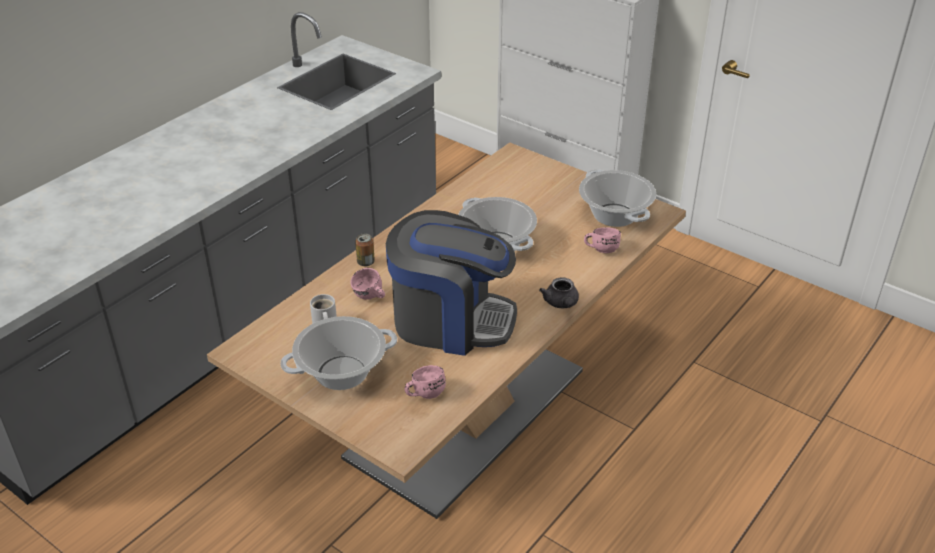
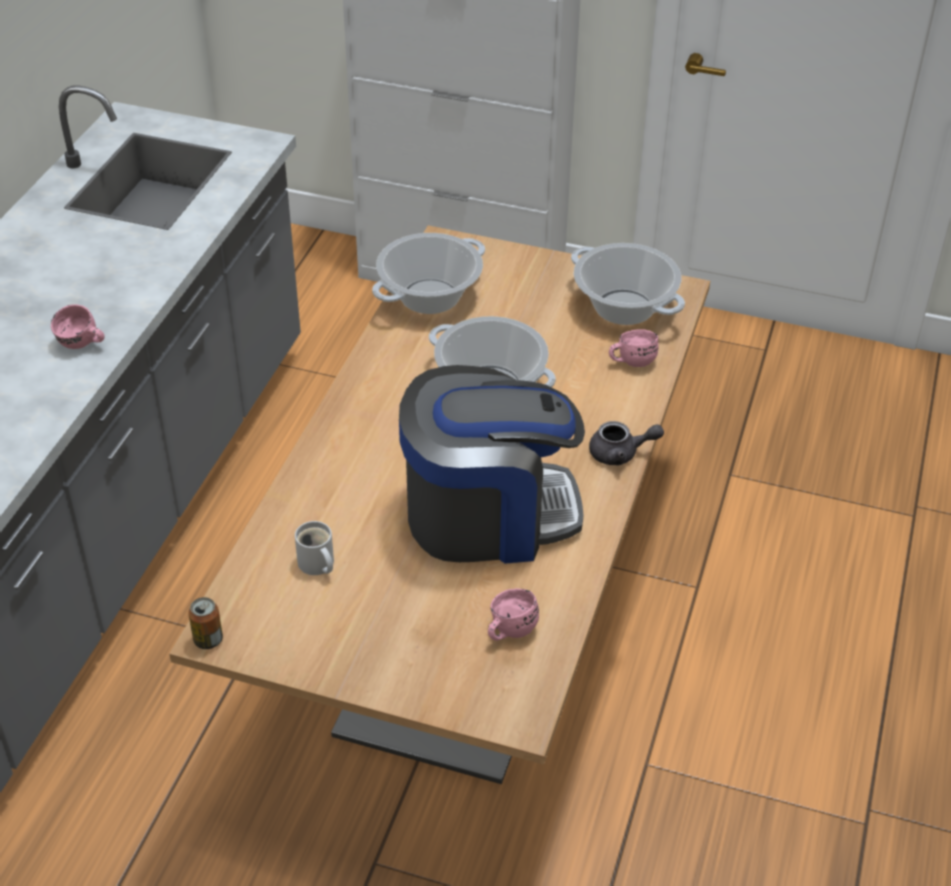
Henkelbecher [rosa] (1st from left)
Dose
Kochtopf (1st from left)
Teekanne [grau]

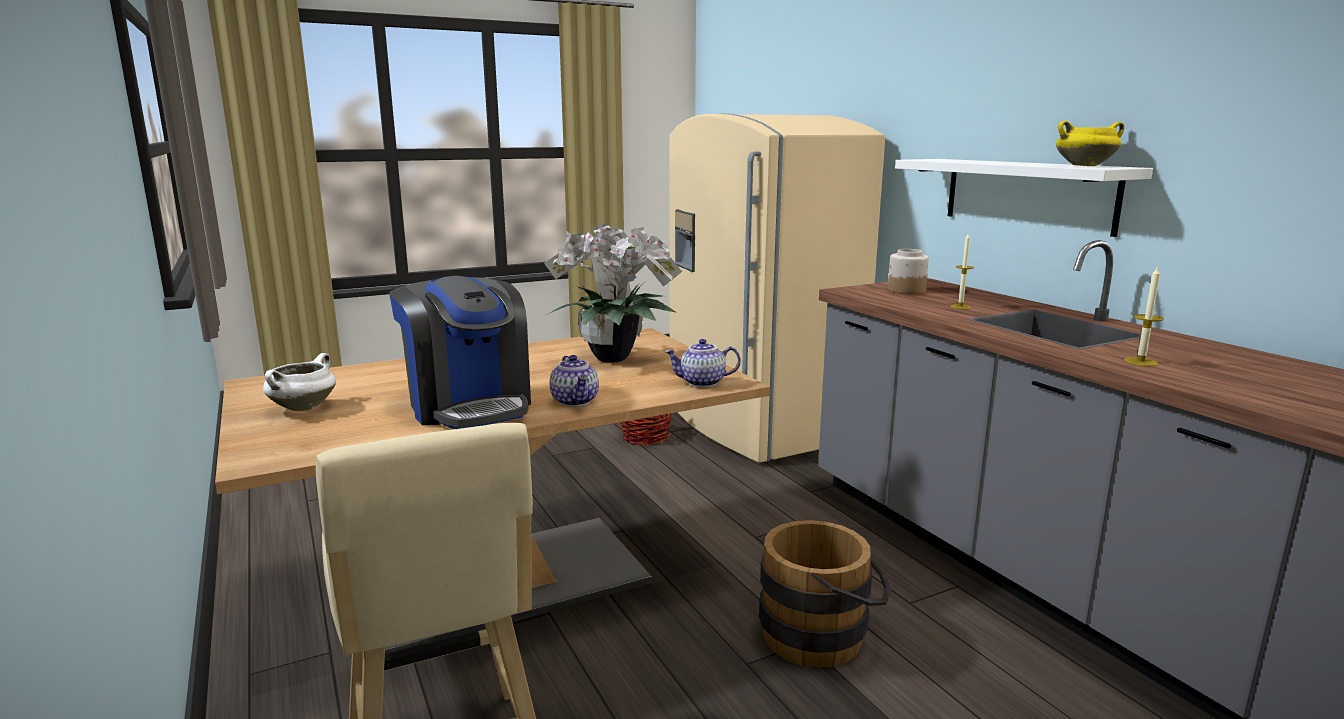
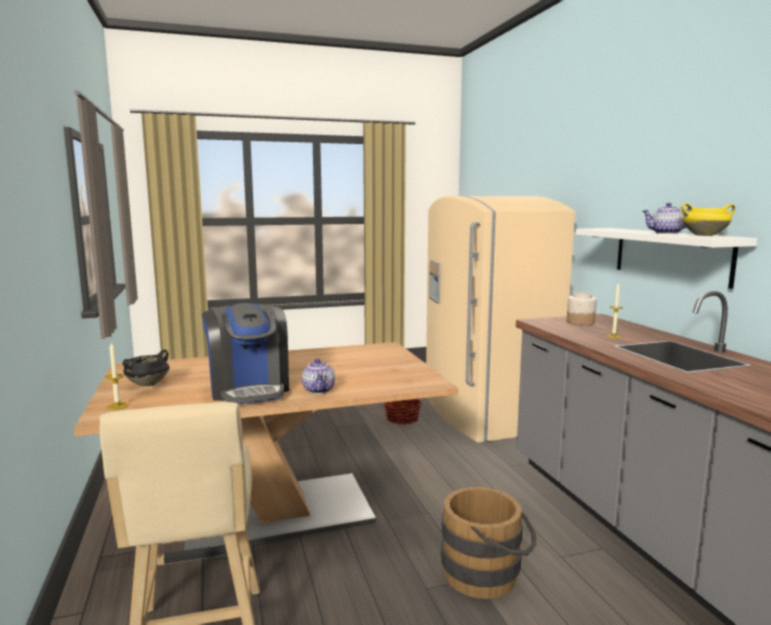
Kerze (1st from left)
Kochtopf [schwarz]
Teekanne (2nd from left)
Topfpflanze

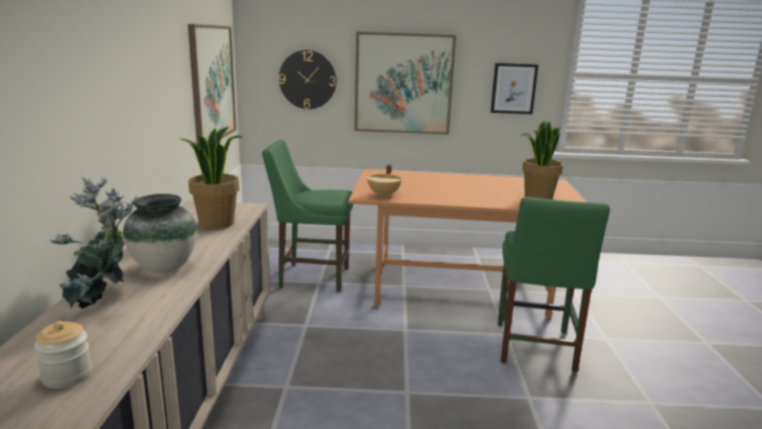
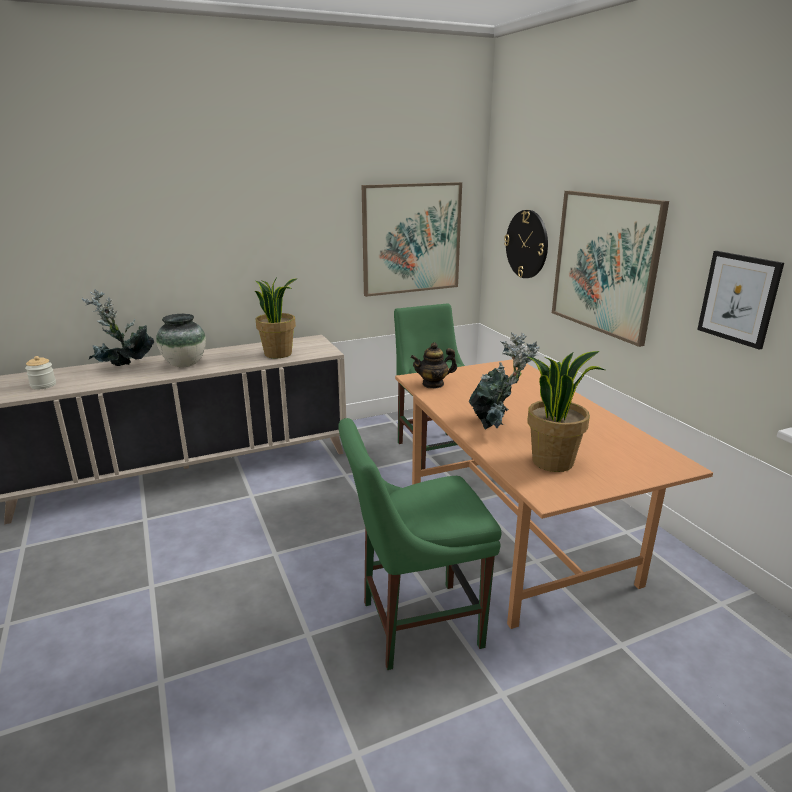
Teekanne
Topfpflanze (3rd from left)

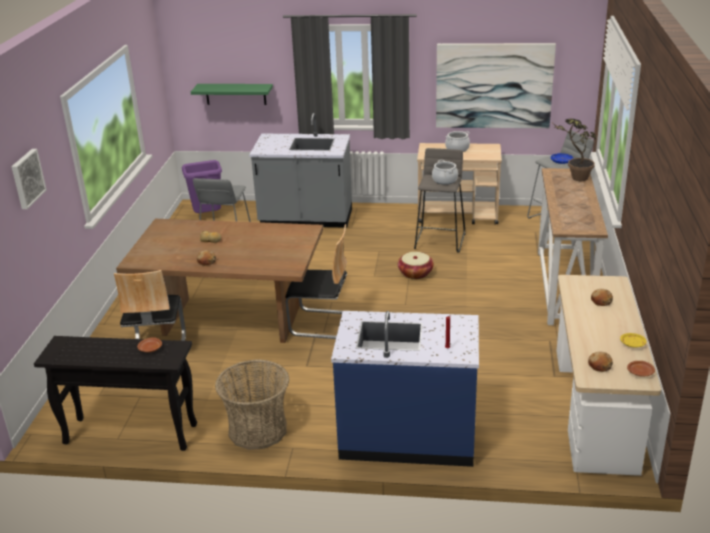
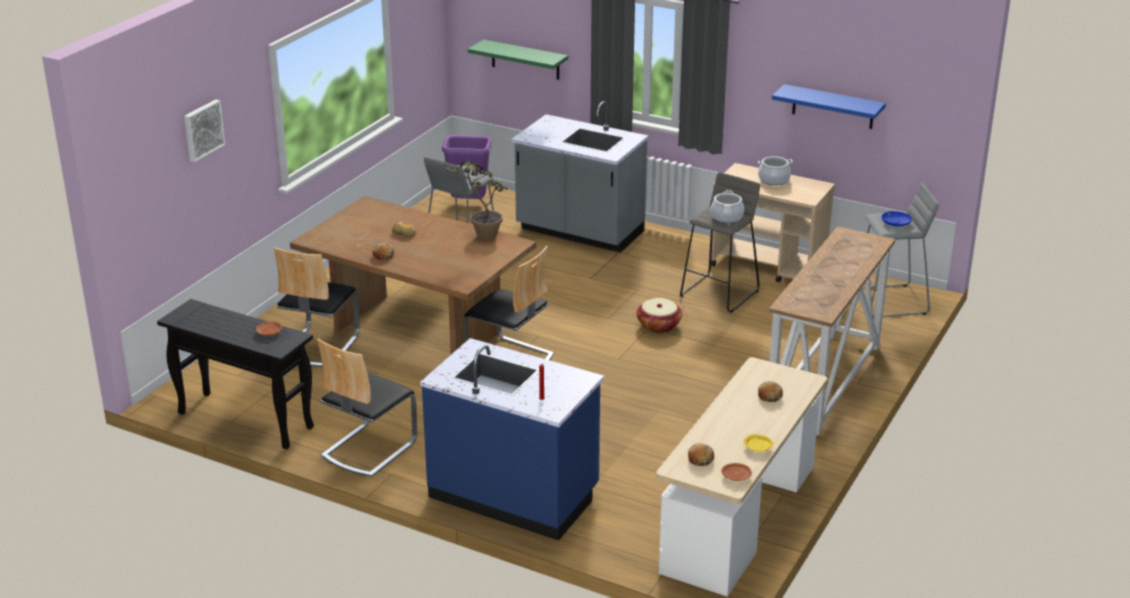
Stuhl (2nd from left)
Topfpflanze
Wandregal [blau]

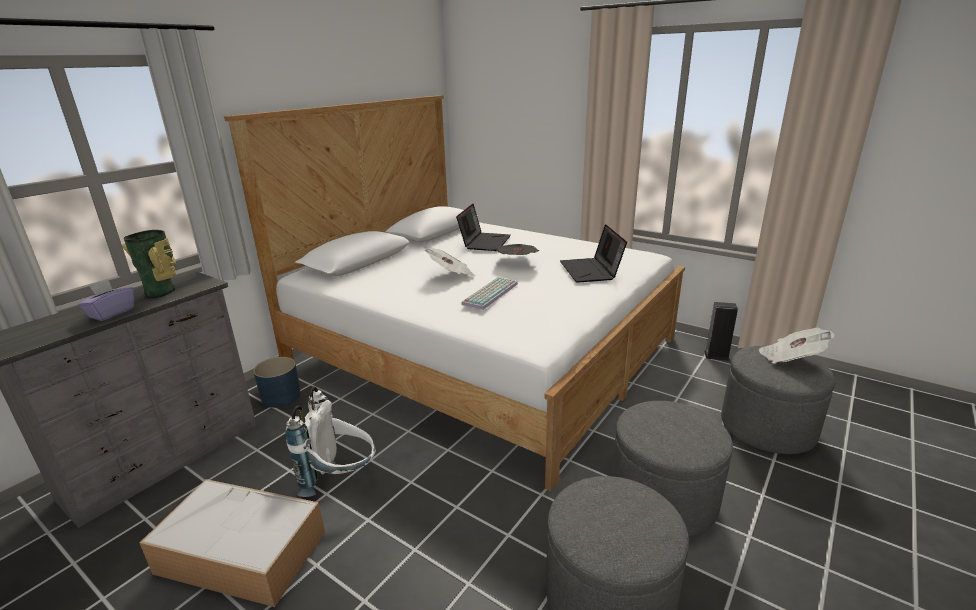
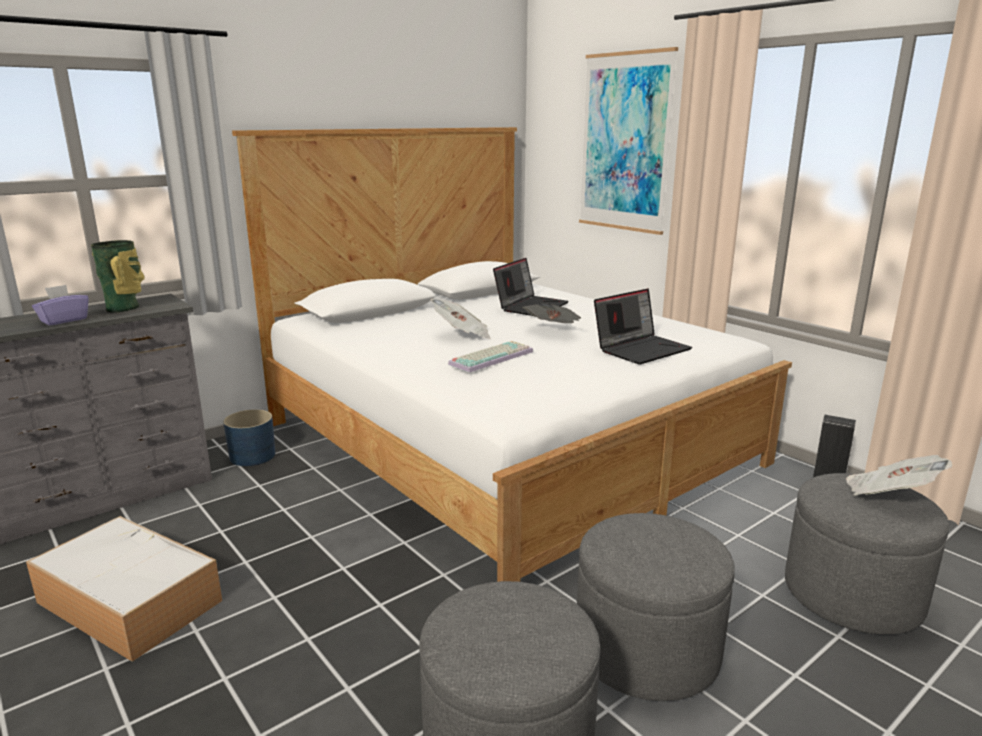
Bild
Laptop (2nd from left)
Rucksack [weiß]

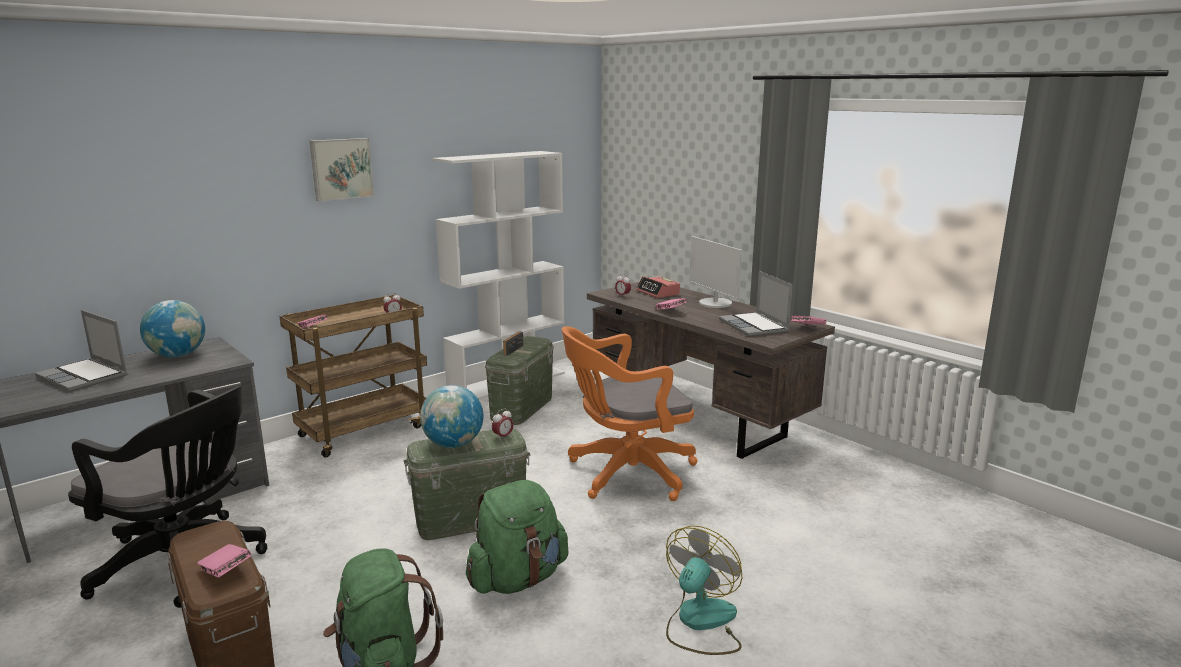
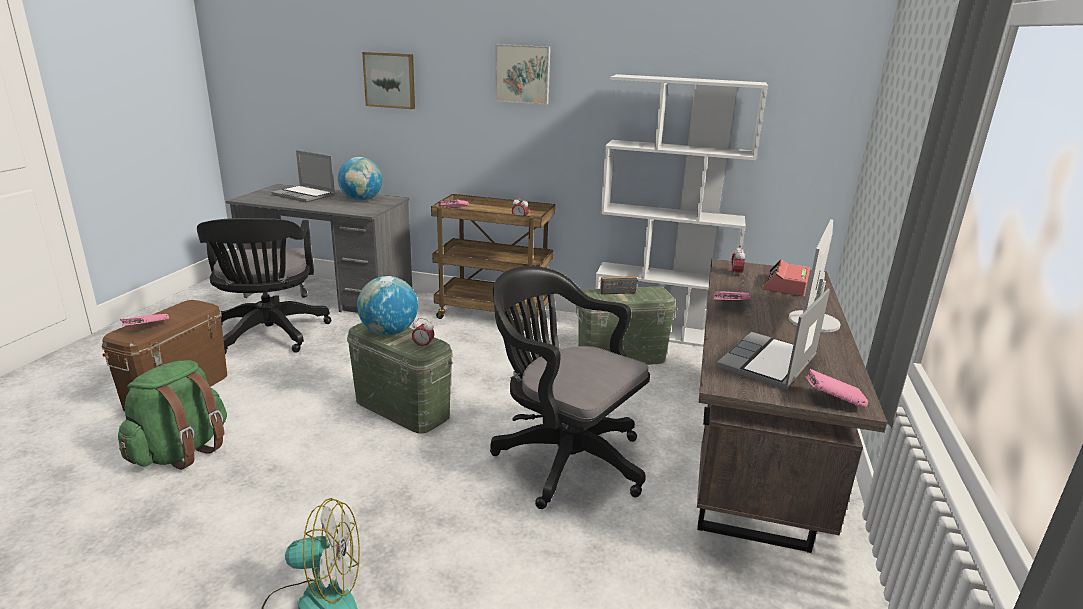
Laptop (1st from left)
Bild (1st from left)
Bürostuhl [schwarz] (2nd from left)
Rucksack [grün] (2nd from left in the first image)

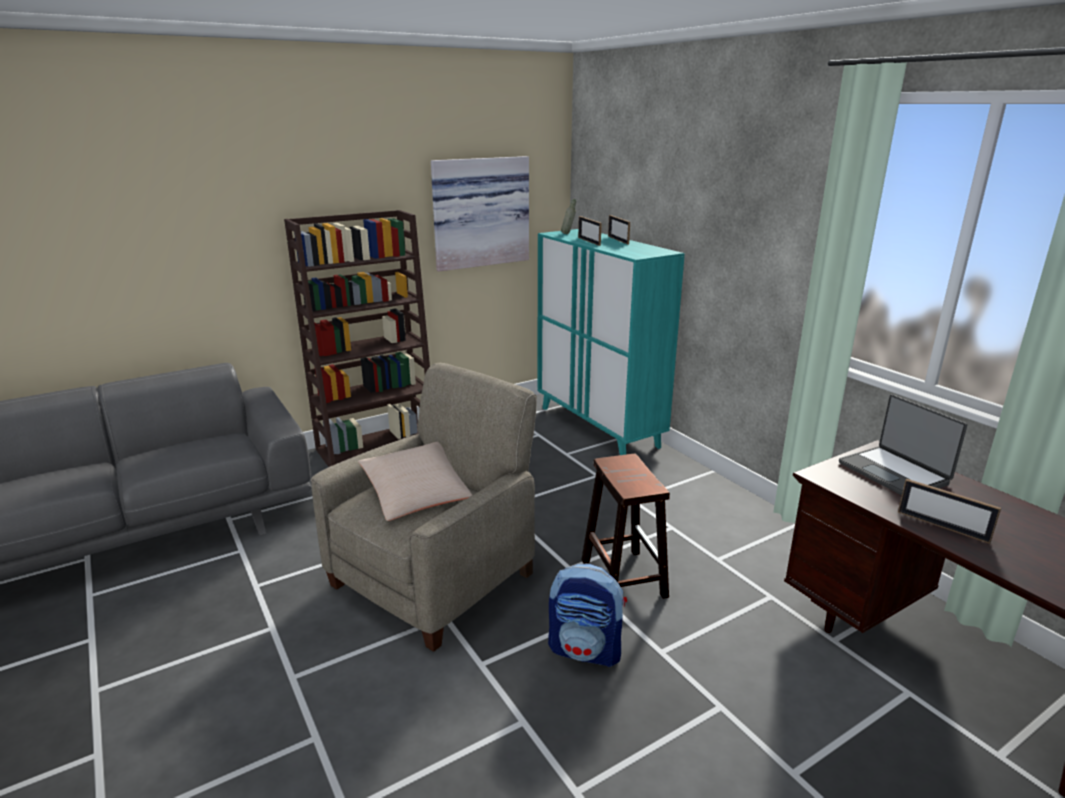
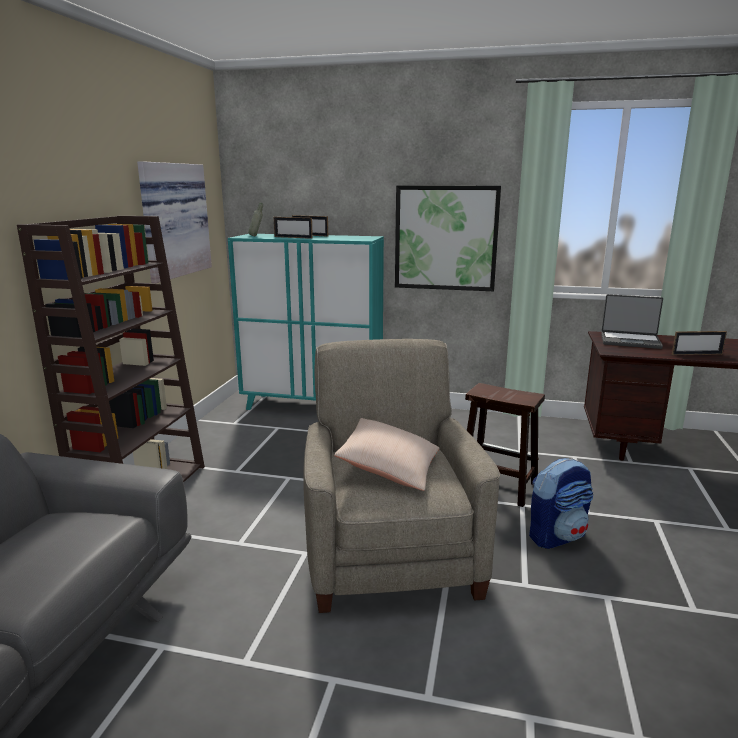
Bild (2nd from left)

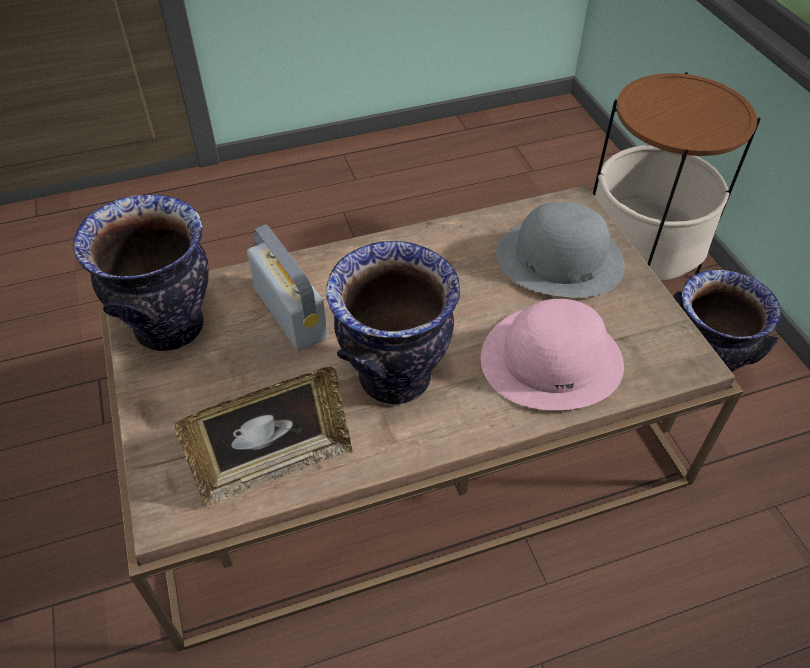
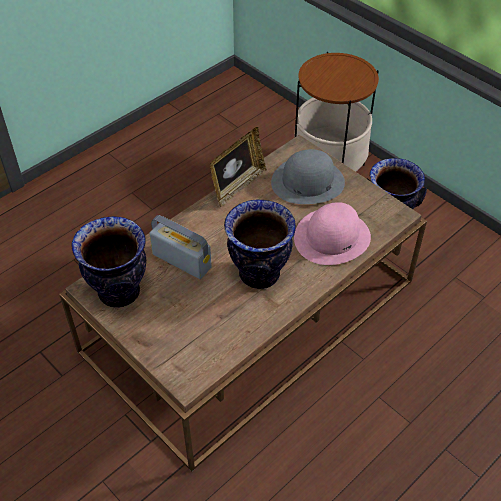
Bilderrahmen

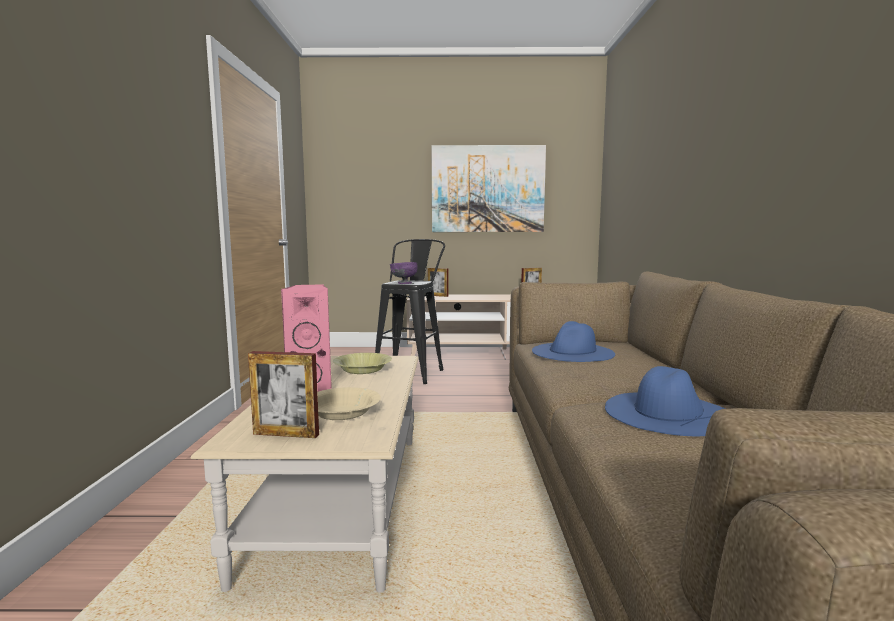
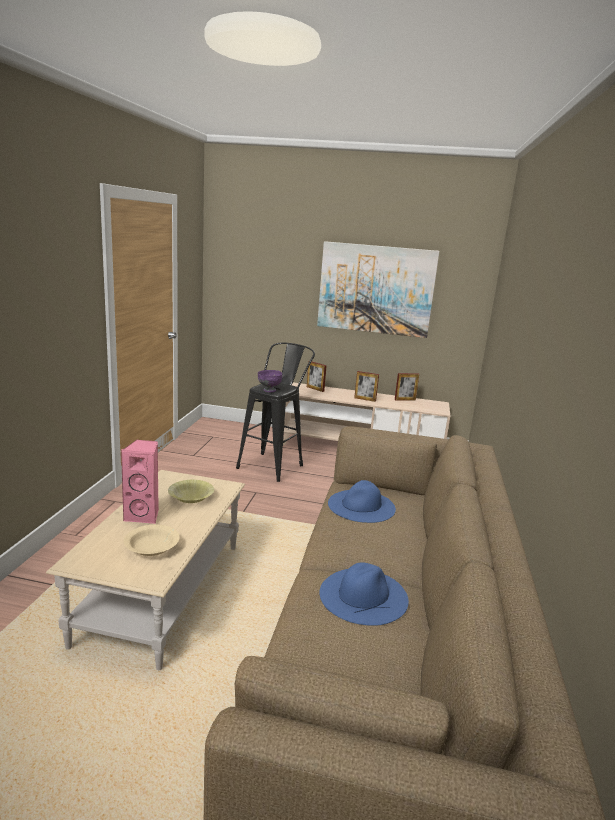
Bilderrahmen (2nd from left)

